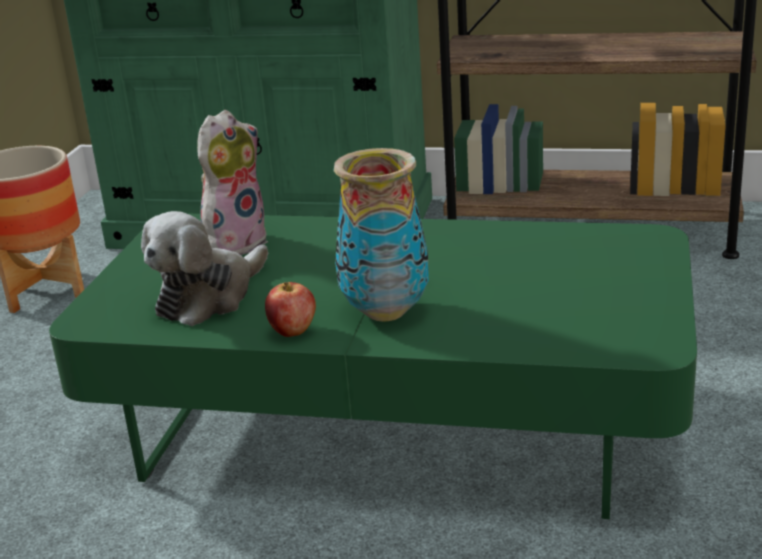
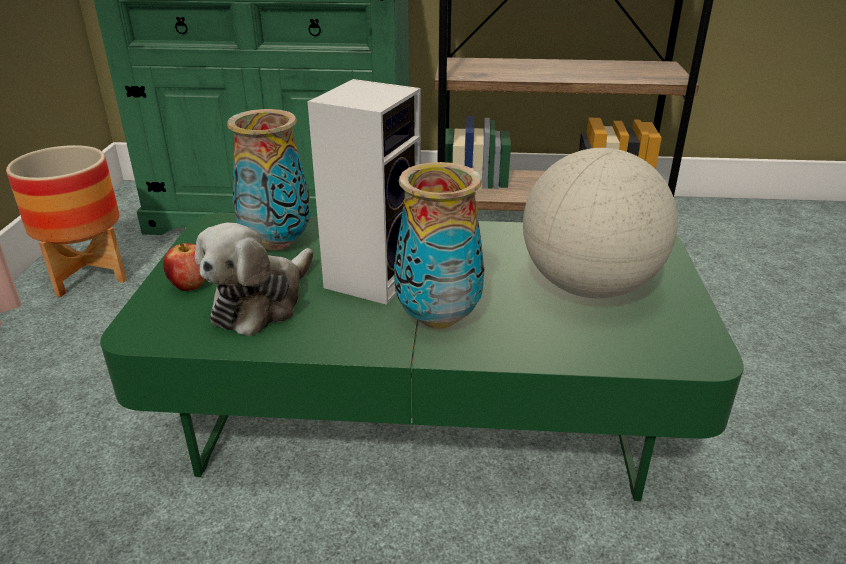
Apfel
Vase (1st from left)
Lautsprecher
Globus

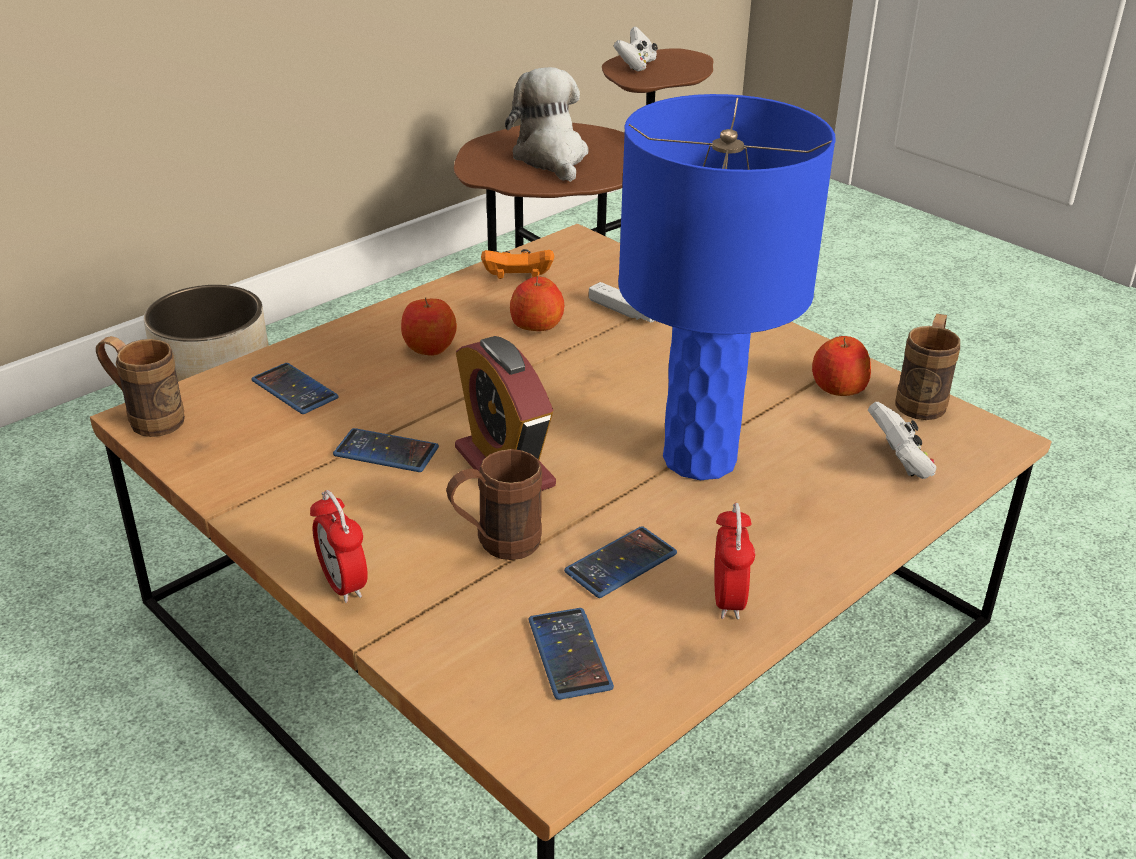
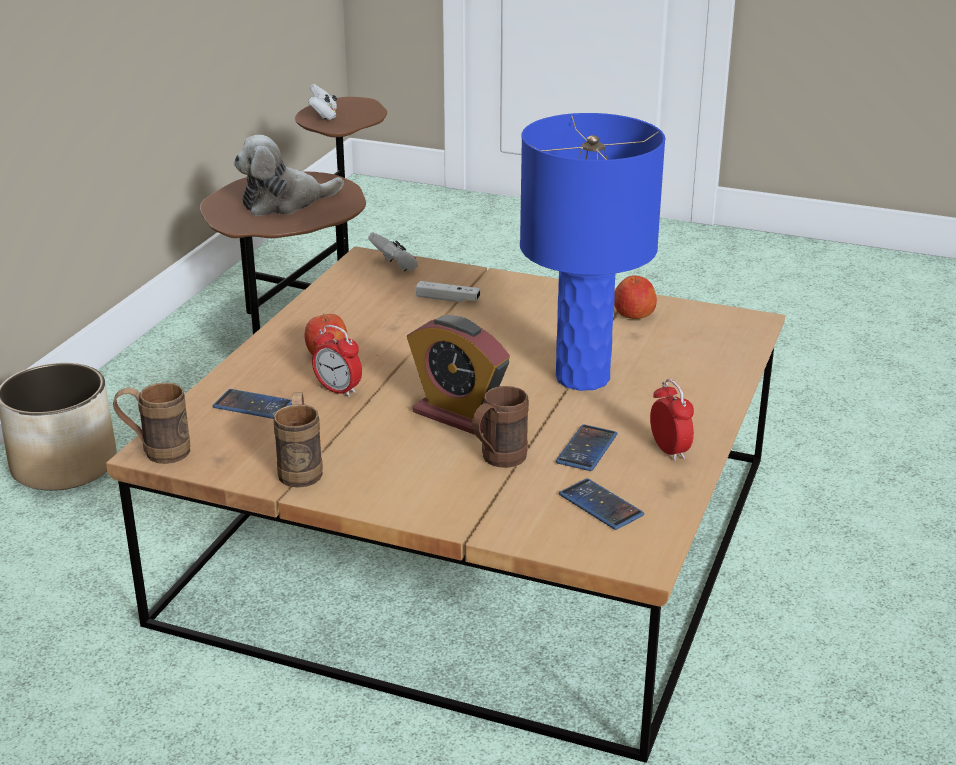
Plüschtier
Henkelbecher [braun] (2nd from left)
Wecker (1st from left)
Gamepad [weiß] (2nd from left)
Handy (2nd from left in the first image)
Gamepad [orange]
Apfel (2nd from left in the first image)

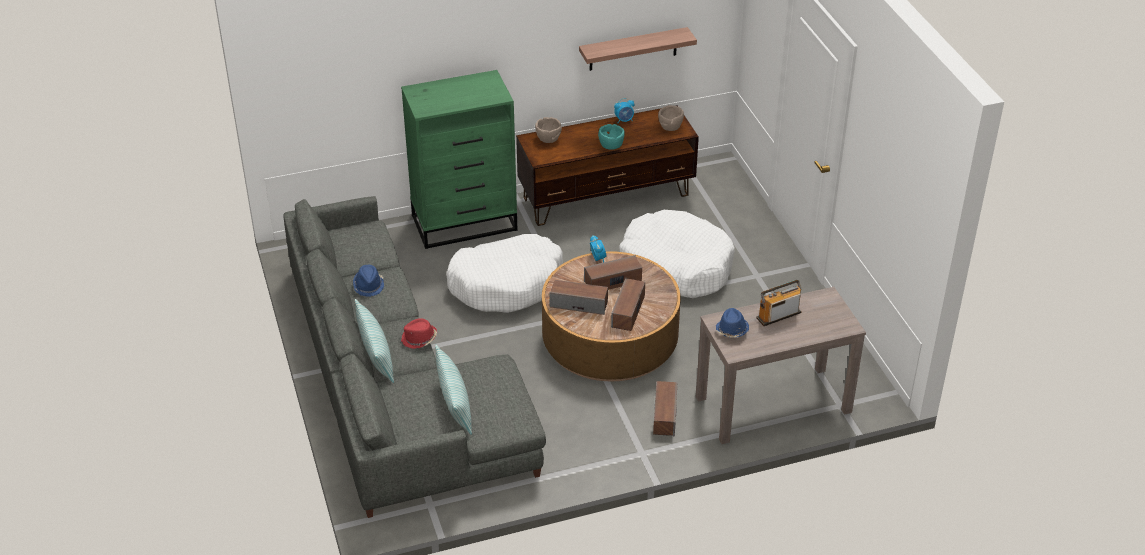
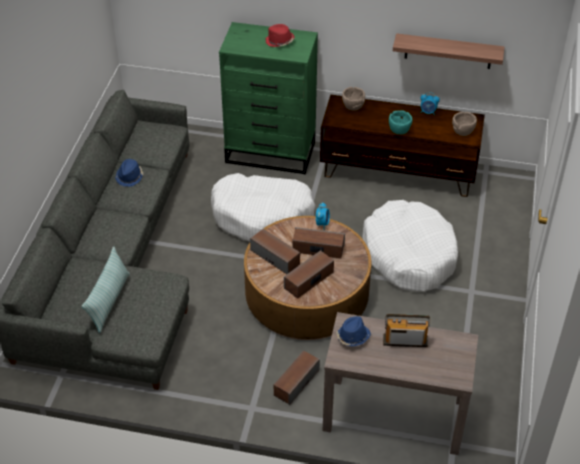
Hut [rot]
Kissen (1st from left in the first image)

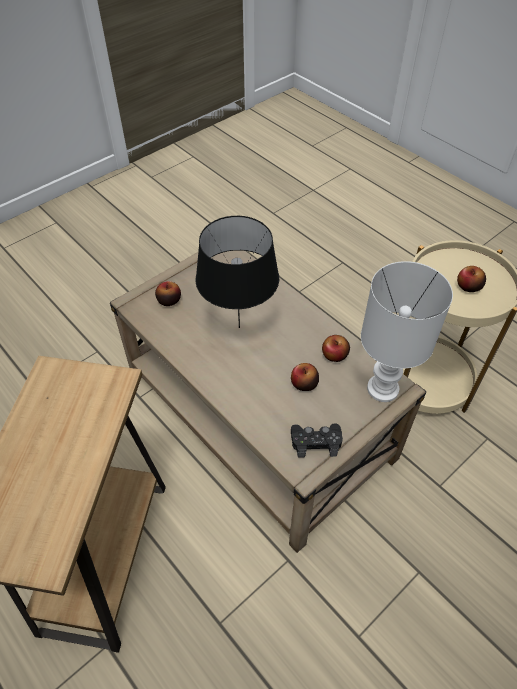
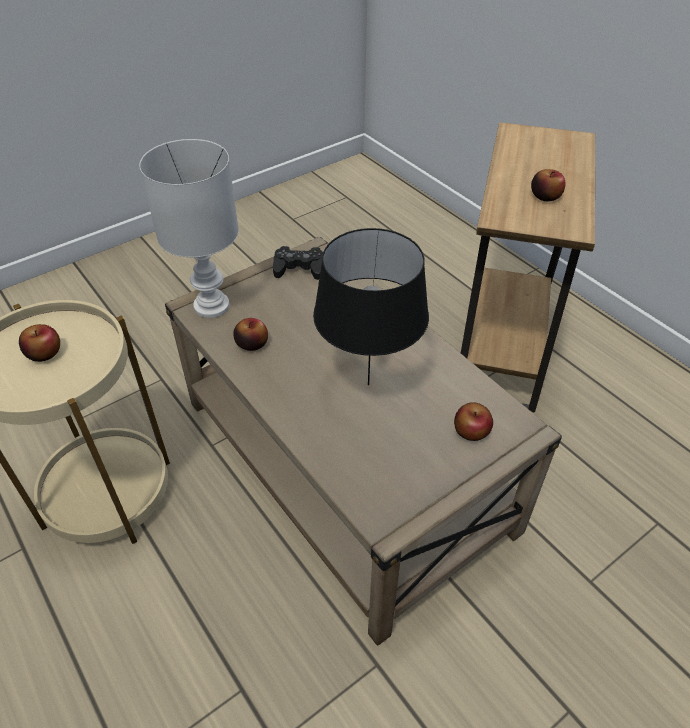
Apfel (4th from left)

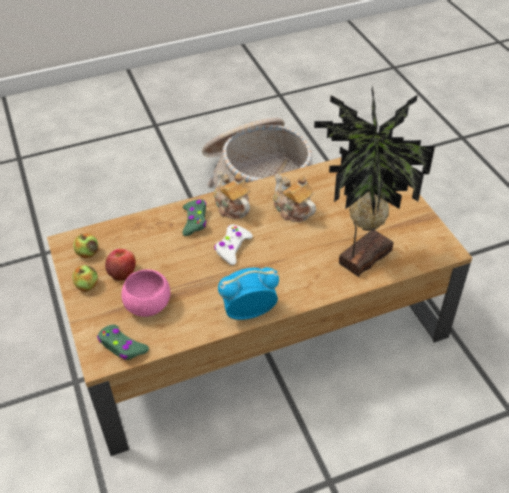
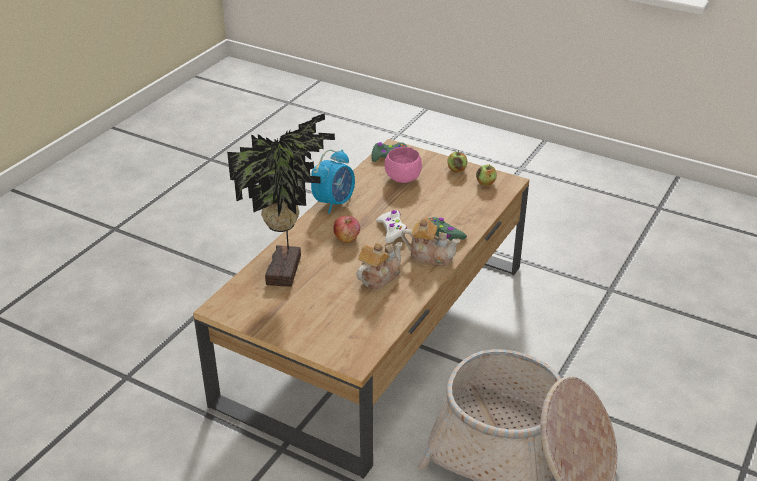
Apfel (1st from left)
Teekanne (1st from left)

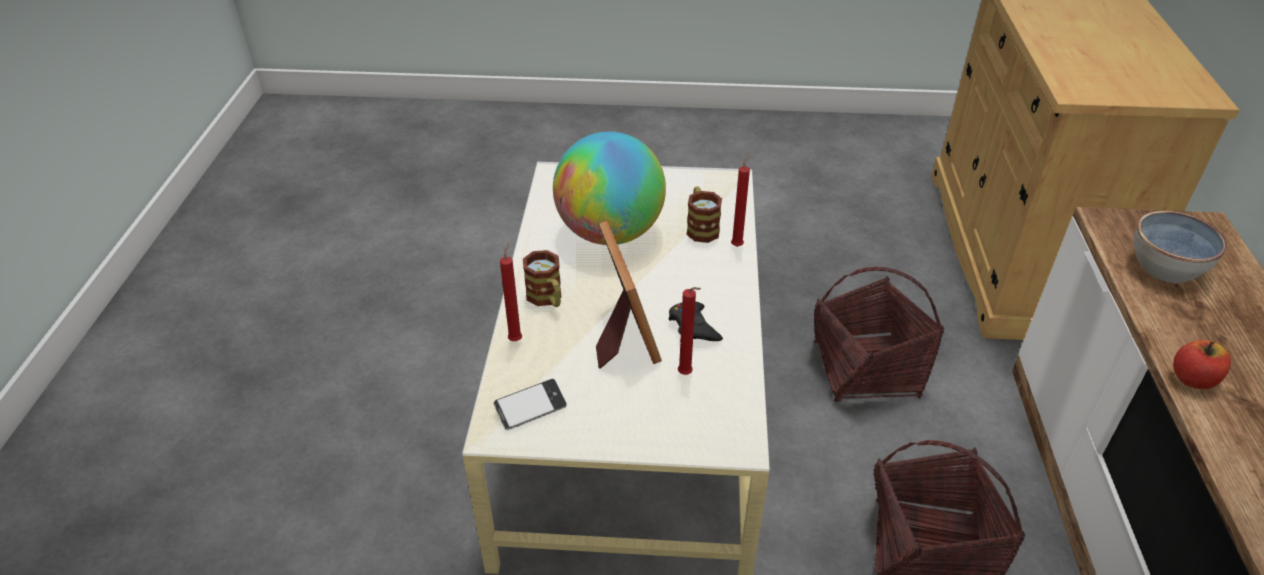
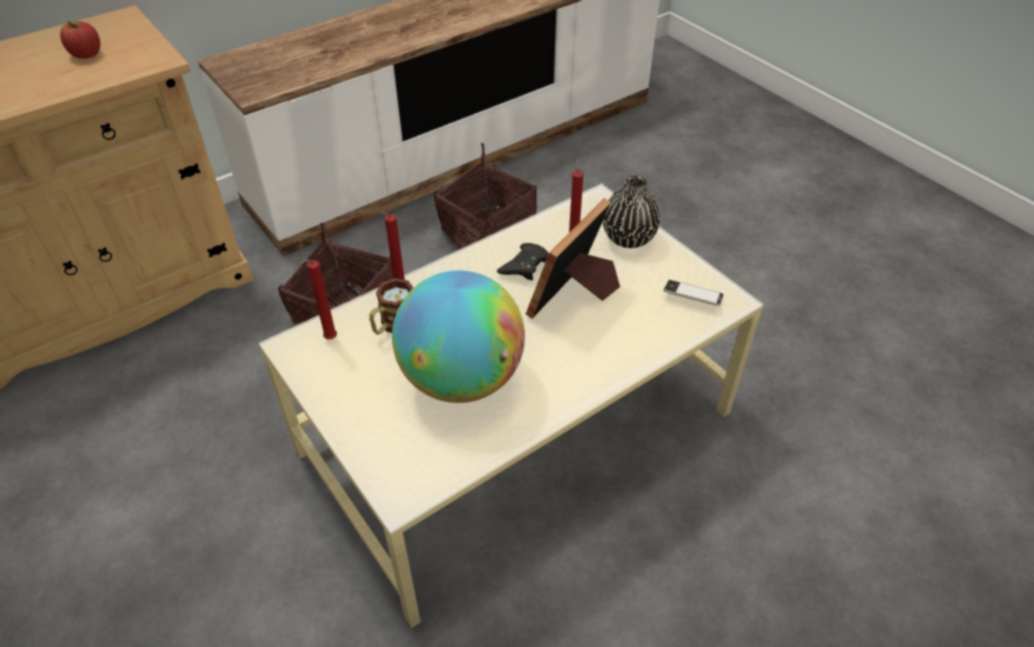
Apfel
Kerze [rot] (1st from left)
Vase [schwarz]
Henkelbecher (1st from left in the first image)
Schüssel

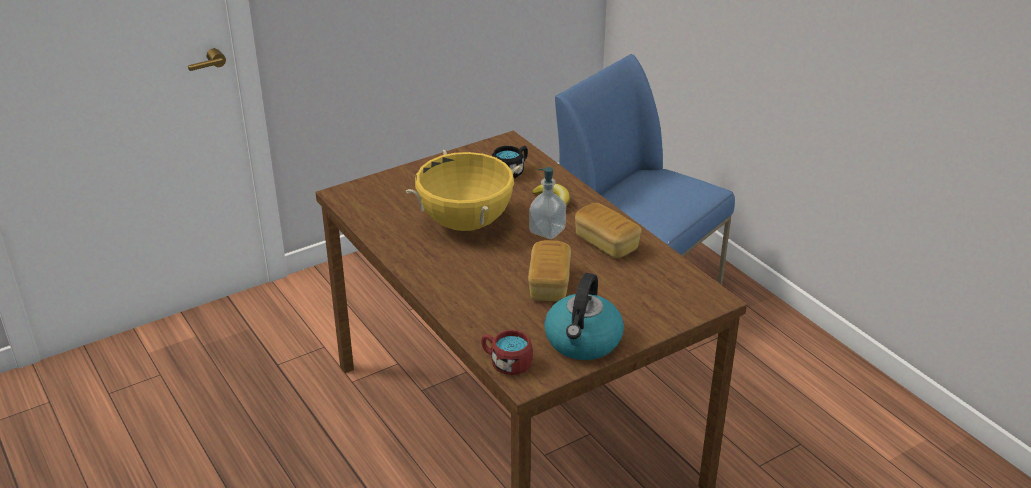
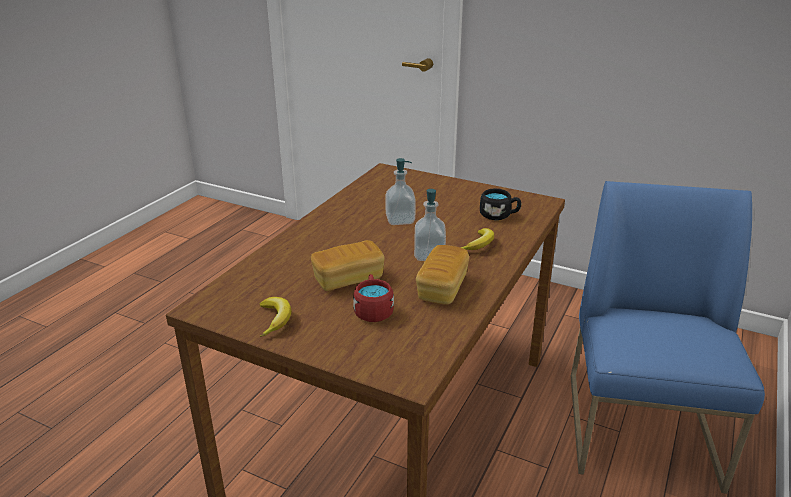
Banane (1st from left)
Henkelbecher [rot]
Seifenspender (1st from left)

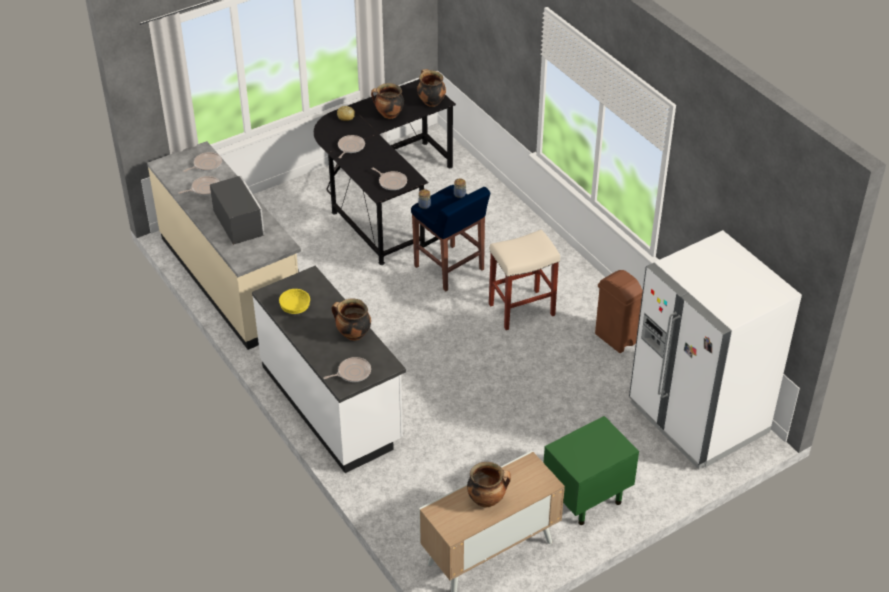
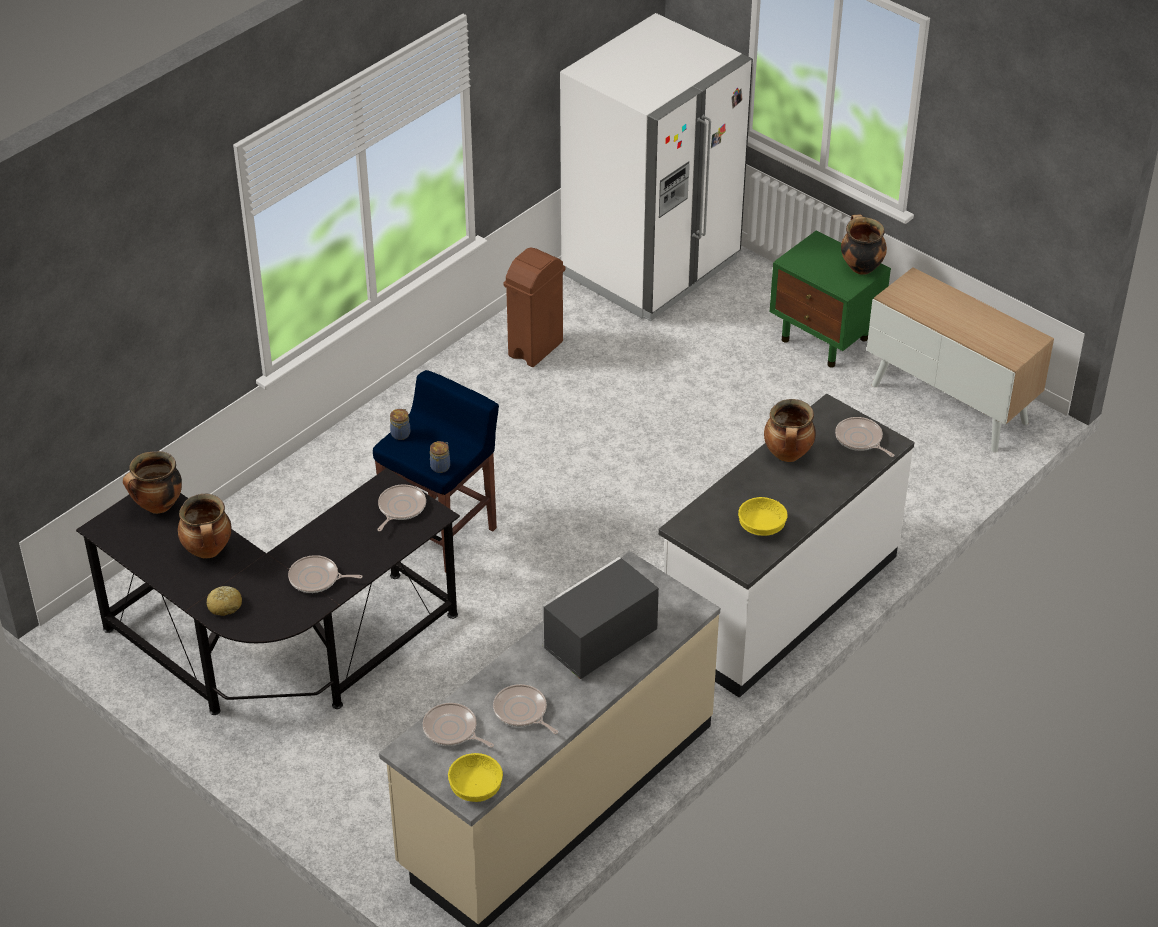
Schüssel [gelb] (1st from left)
Kochtopf (4th from left)
Hocker [beige]

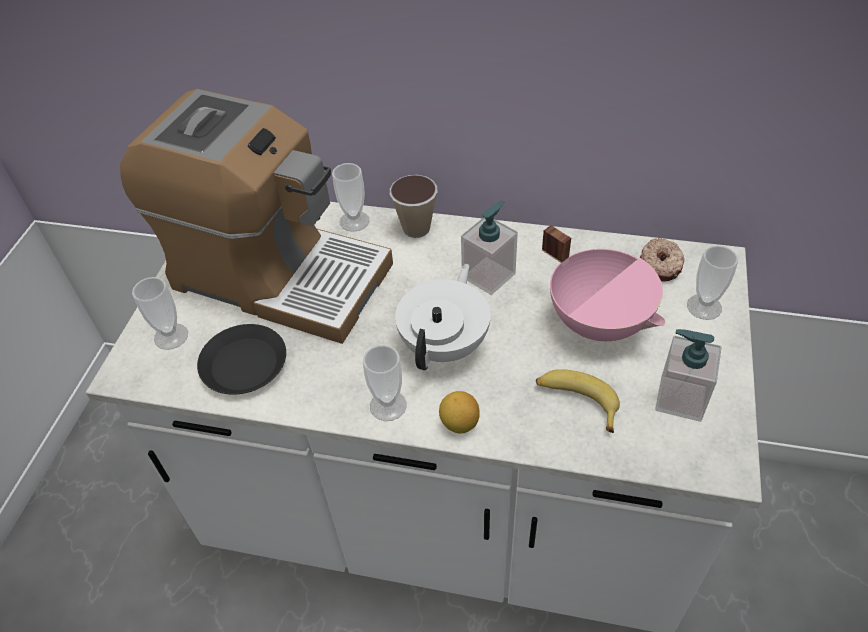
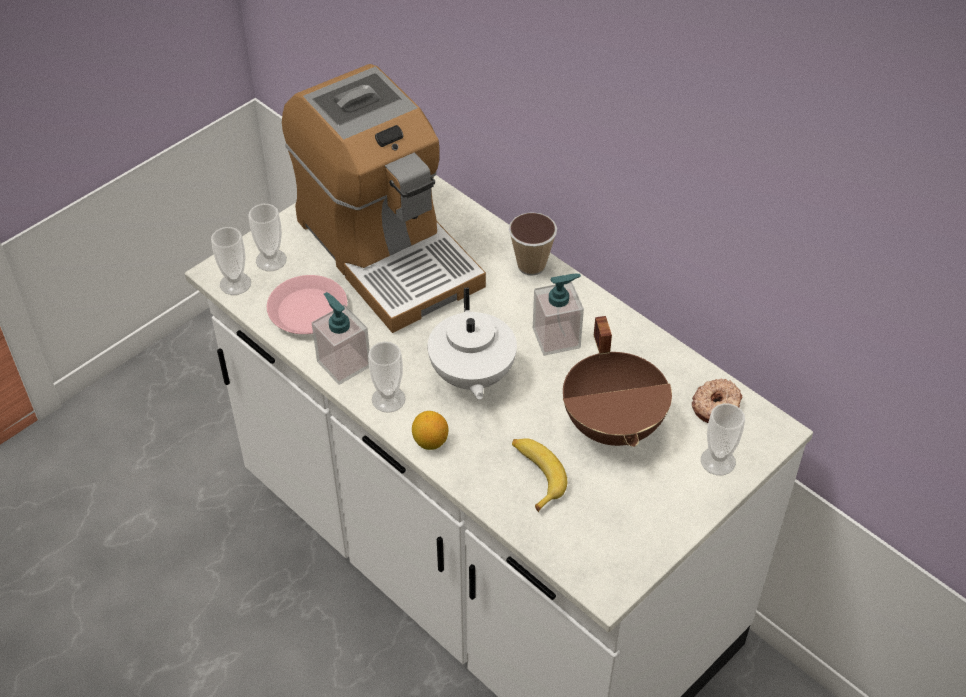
Tasse (1st from left)
Teller [rosa]
Seifenspender (1st from left)
Teekanne [weiß]
Kochtopf [braun]

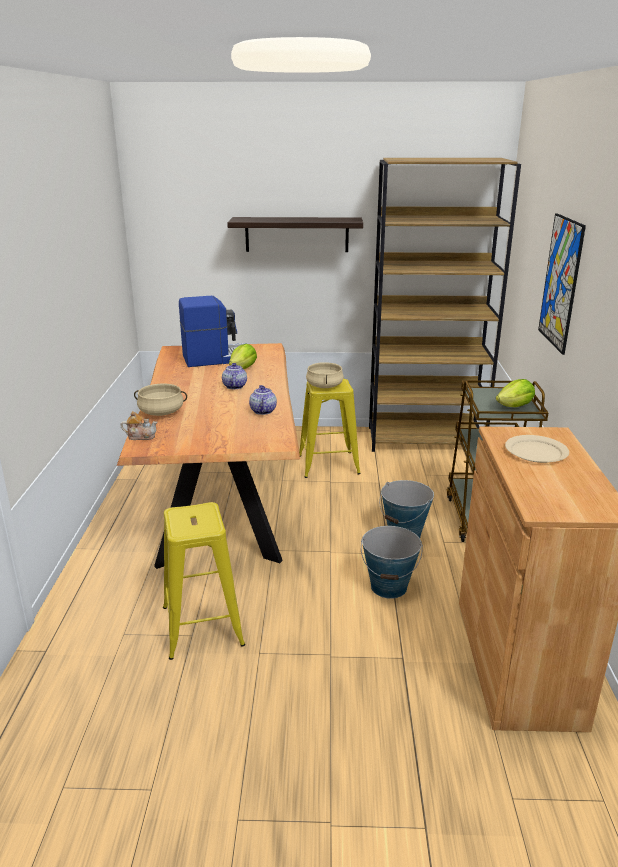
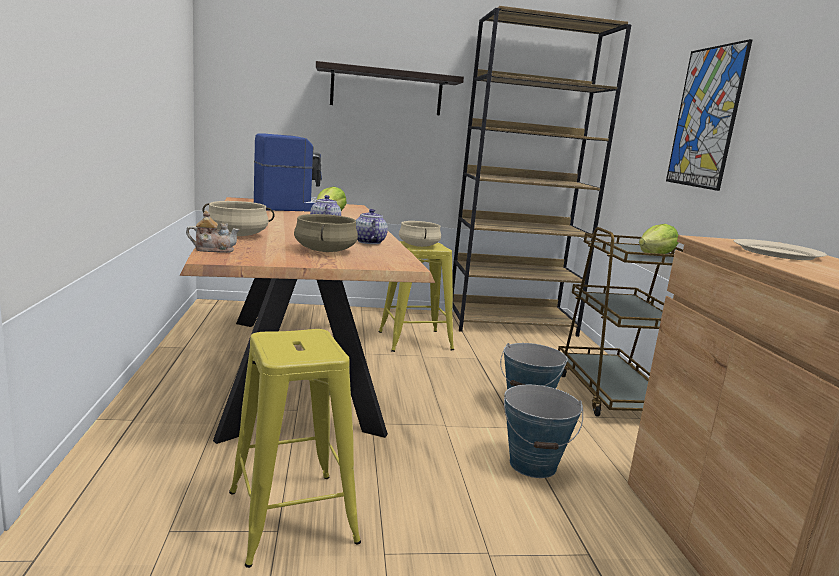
Kochtopf [beige] (2nd from left)

